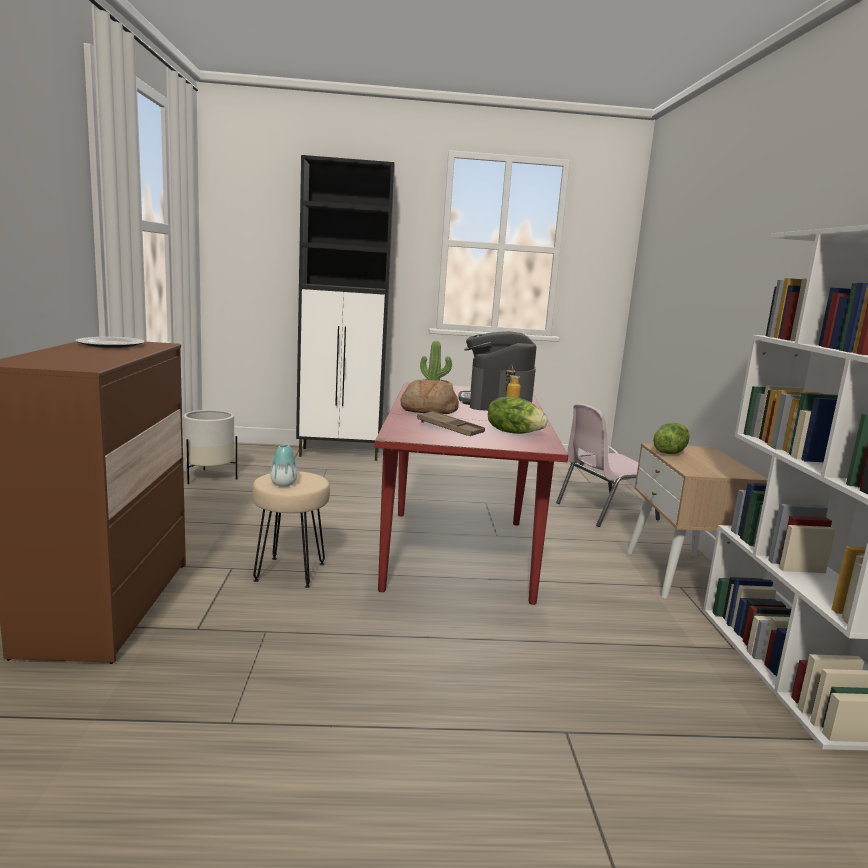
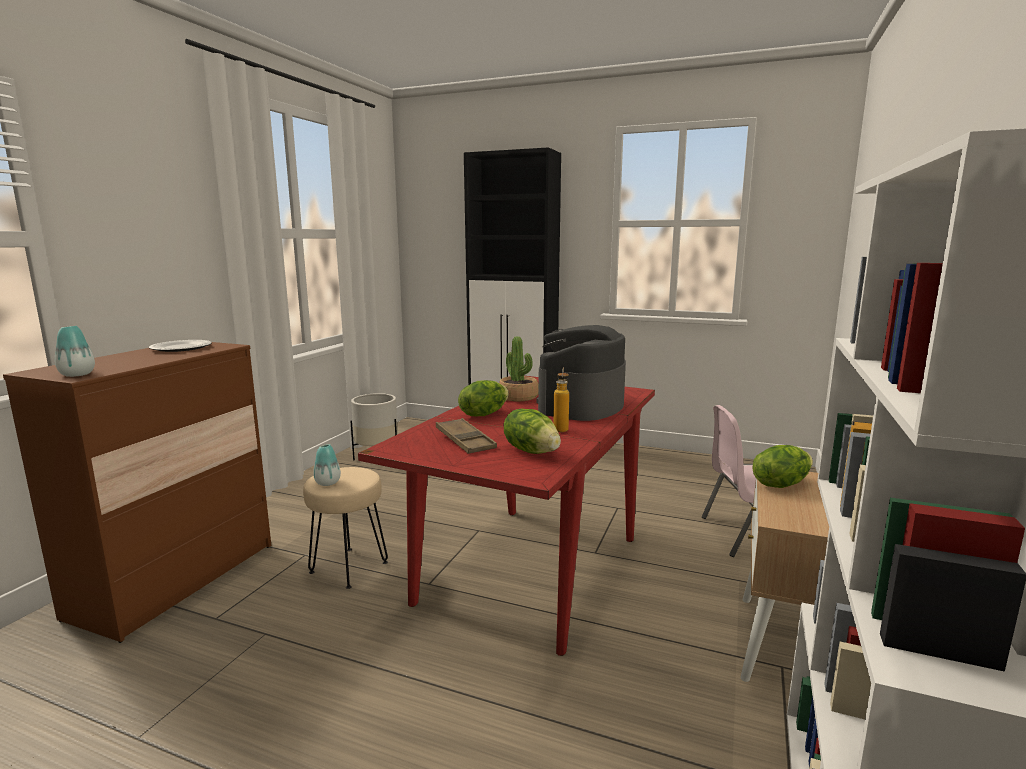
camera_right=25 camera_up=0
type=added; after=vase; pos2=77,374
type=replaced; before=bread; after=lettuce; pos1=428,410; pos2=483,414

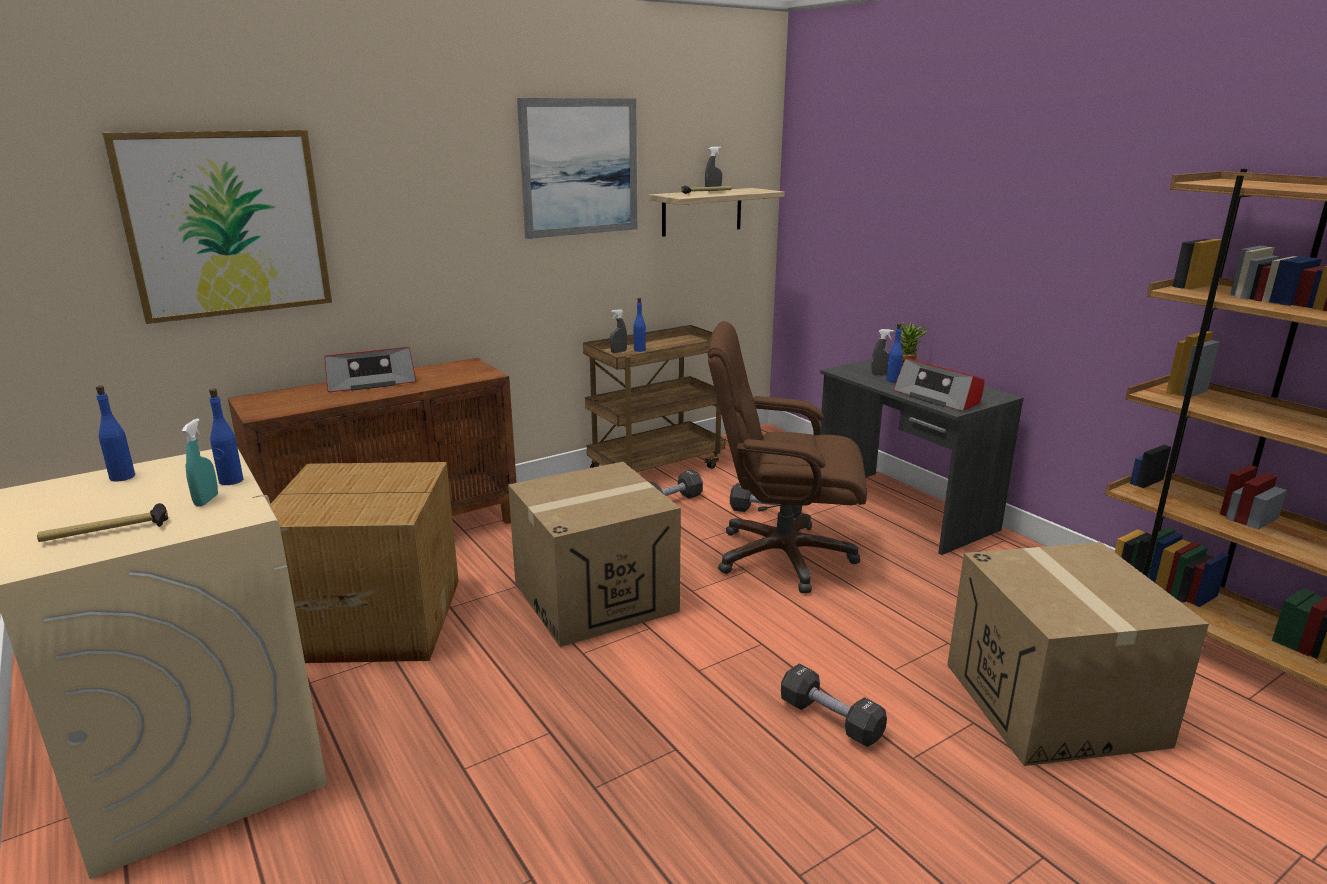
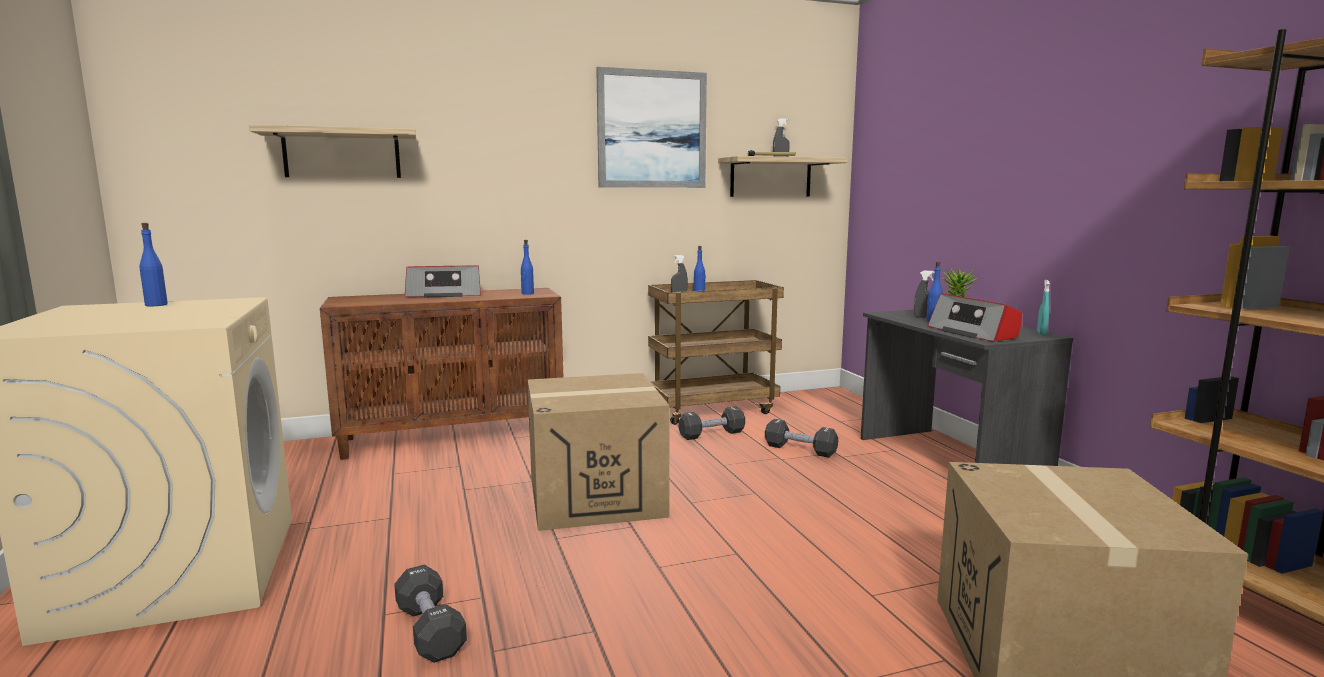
camera_right=15 camera_up=-10
type=replaced; before=picture; after=shelf; pos1=226,224; pos2=342,154
type=moved; before=dumbbell (black); pos1=830,720; pos2=430,630
type=moved; before=bottle (blue); pos1=231,481; pos2=527,293
type=moved; before=spray bottle (turquoise); pos1=206,500; pos2=1041,333
type=removed; before=hammer; pos1=106,532
type=removed; before=cardboard box; pos1=372,618
type=removed; before=office chair (brown); pos1=781,556

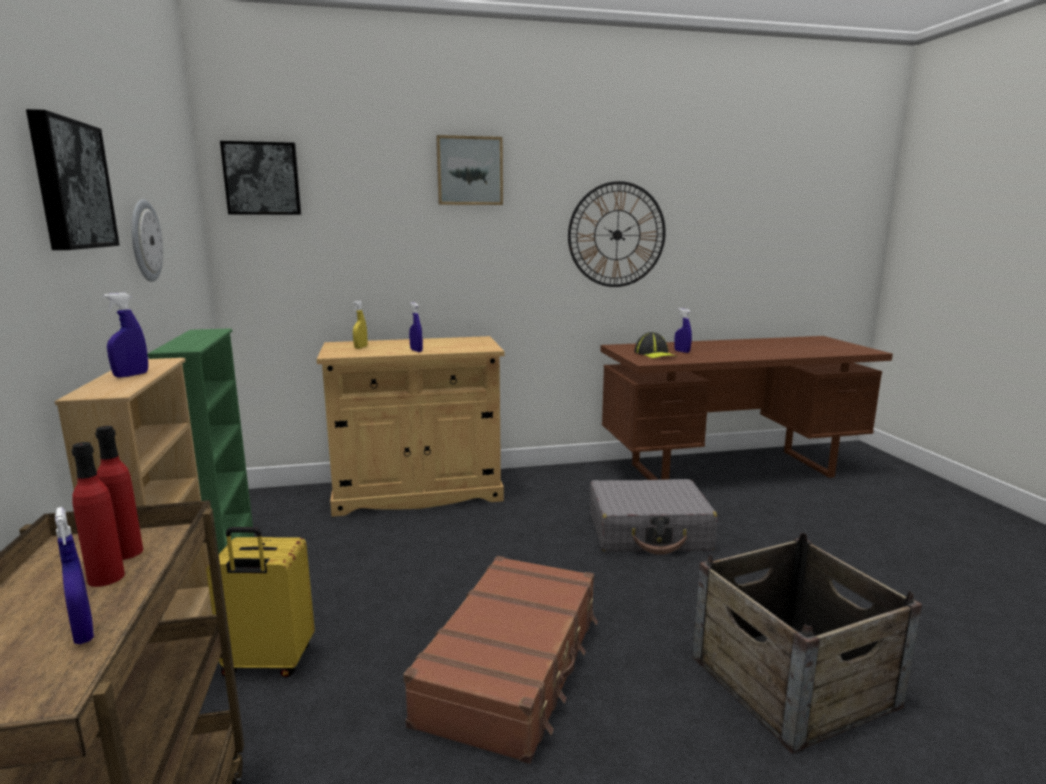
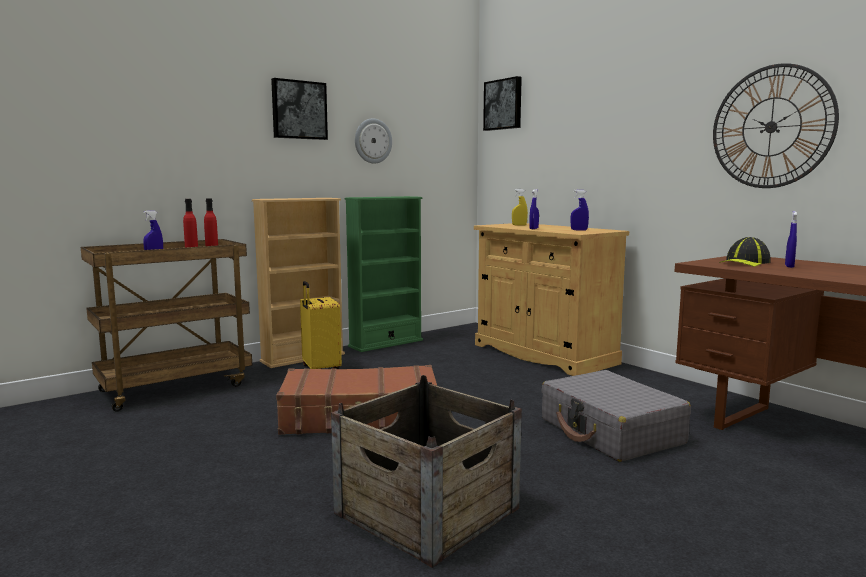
camera_right=65 camera_up=-5
type=moved; before=spray bottle (blue); pos1=131,375; pos2=579,230
type=removed; before=picture; pos1=469,171

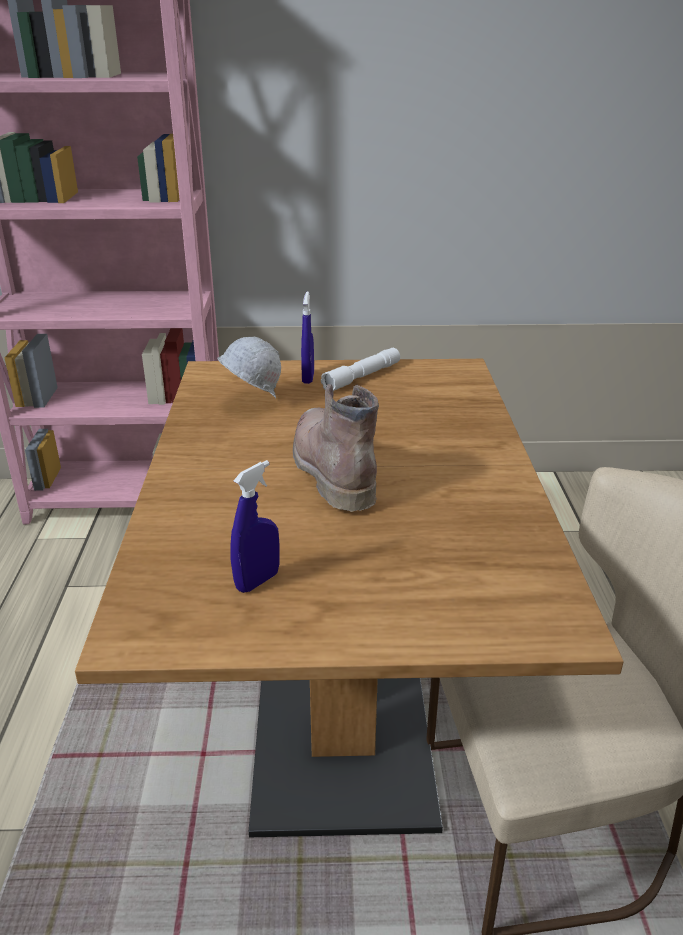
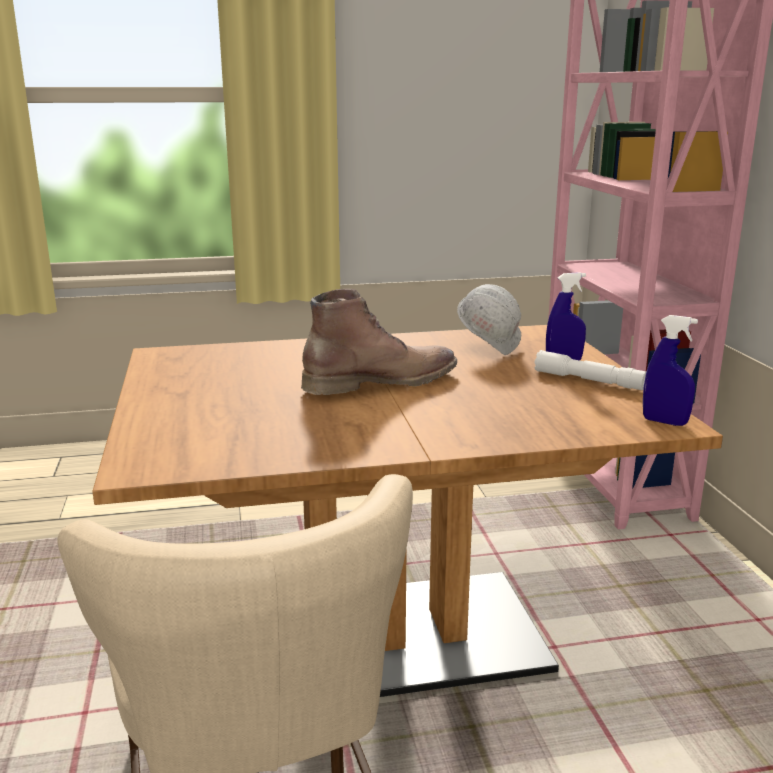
camera_right=80 camera_up=-10
type=moved; before=spray bottle (blue); pos1=257,581; pos2=664,422

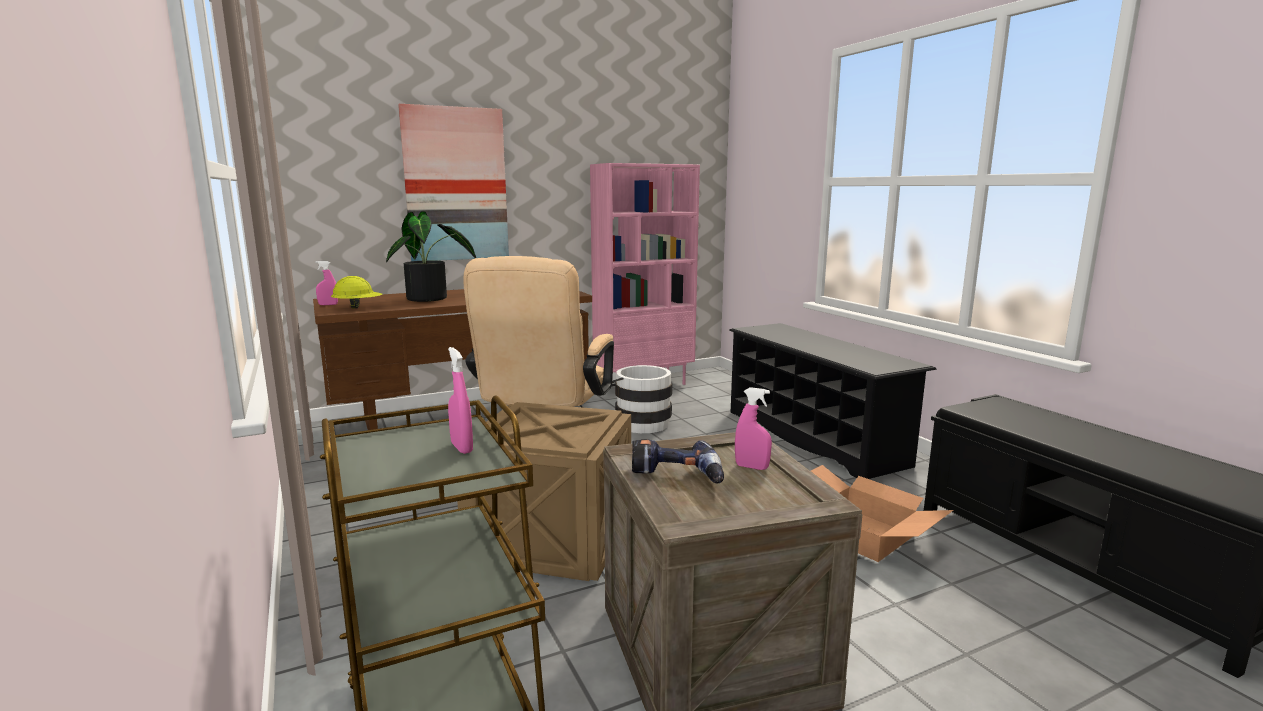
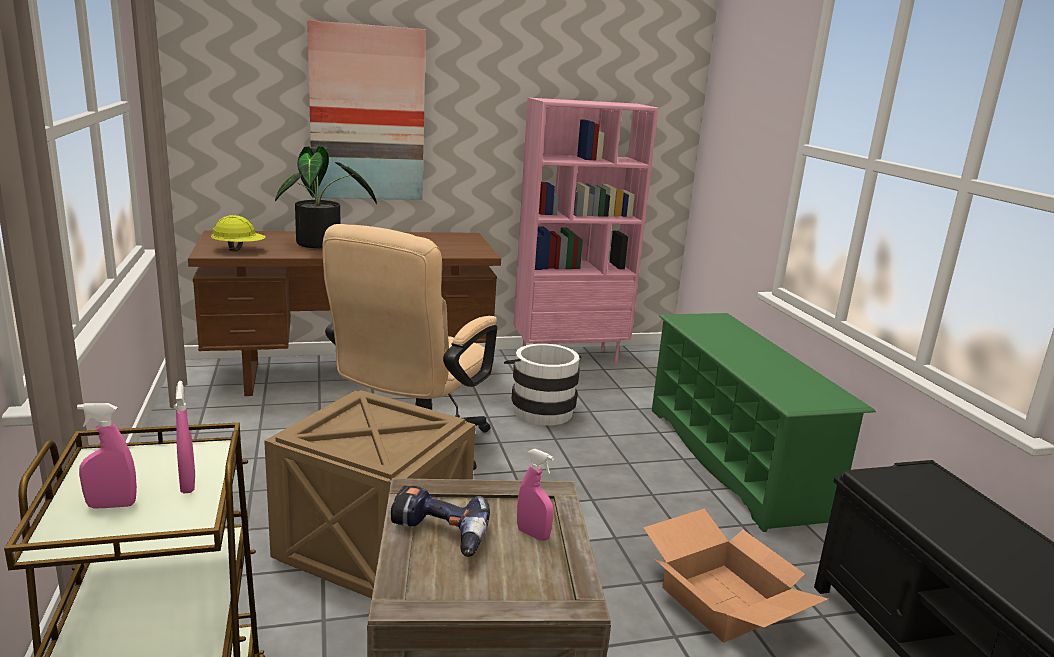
camera_right=10 camera_up=5
type=moved; before=spray bottle (pink); pos1=328,305; pos2=111,505
type=recoloured; before=shoe rack (black); after=shoe rack (green); pos1=814,437; pos2=734,460

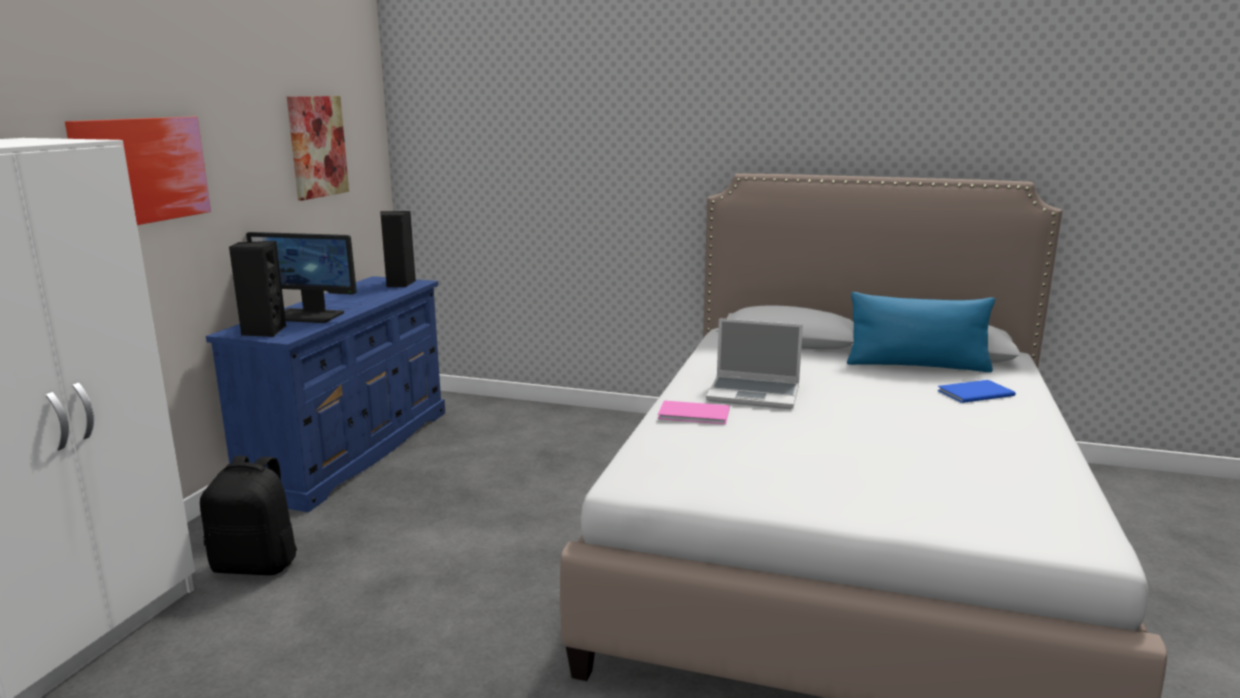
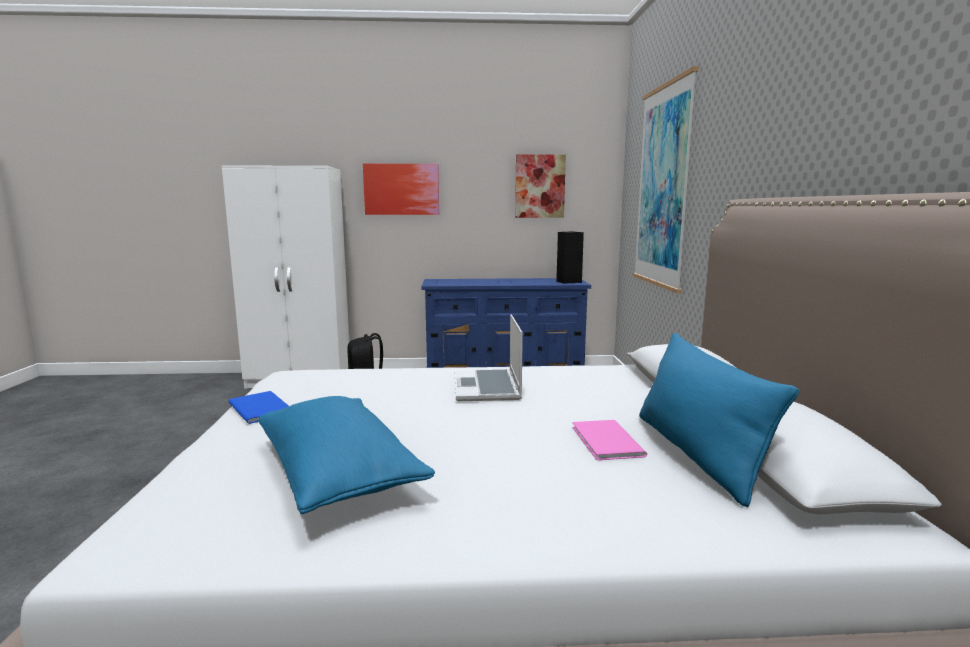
camera_right=70 camera_up=-5
type=moved; before=book (blue); pos1=972,393; pos2=261,407
type=added; after=pillow (blue); pos2=338,474
type=moved; before=book (pink); pos1=695,414; pos2=605,442
type=added; after=picture; pos2=663,187
type=removed; before=speaker (black); pos1=263,331
type=removed; before=monitor; pos1=307,316

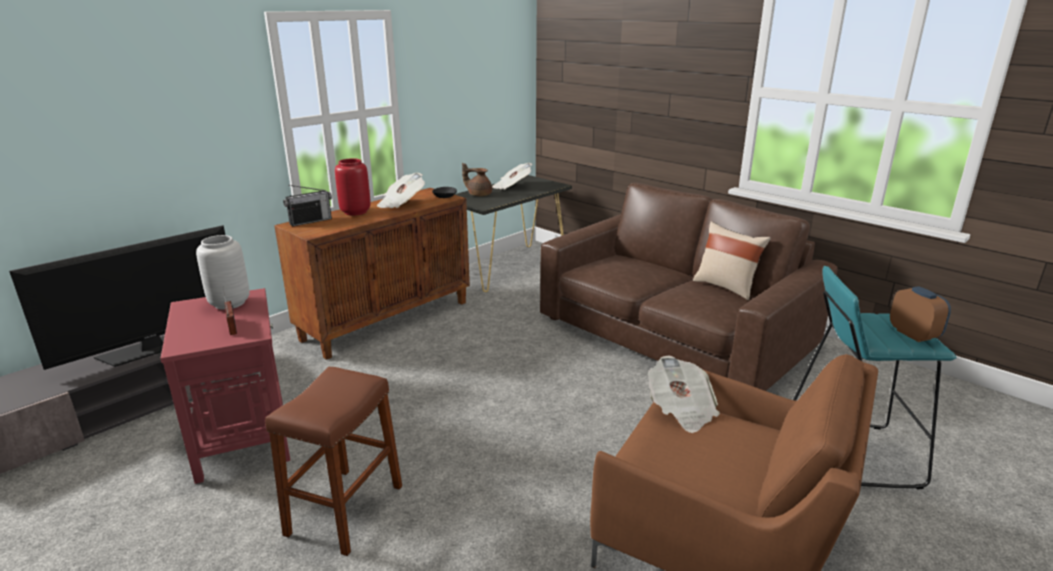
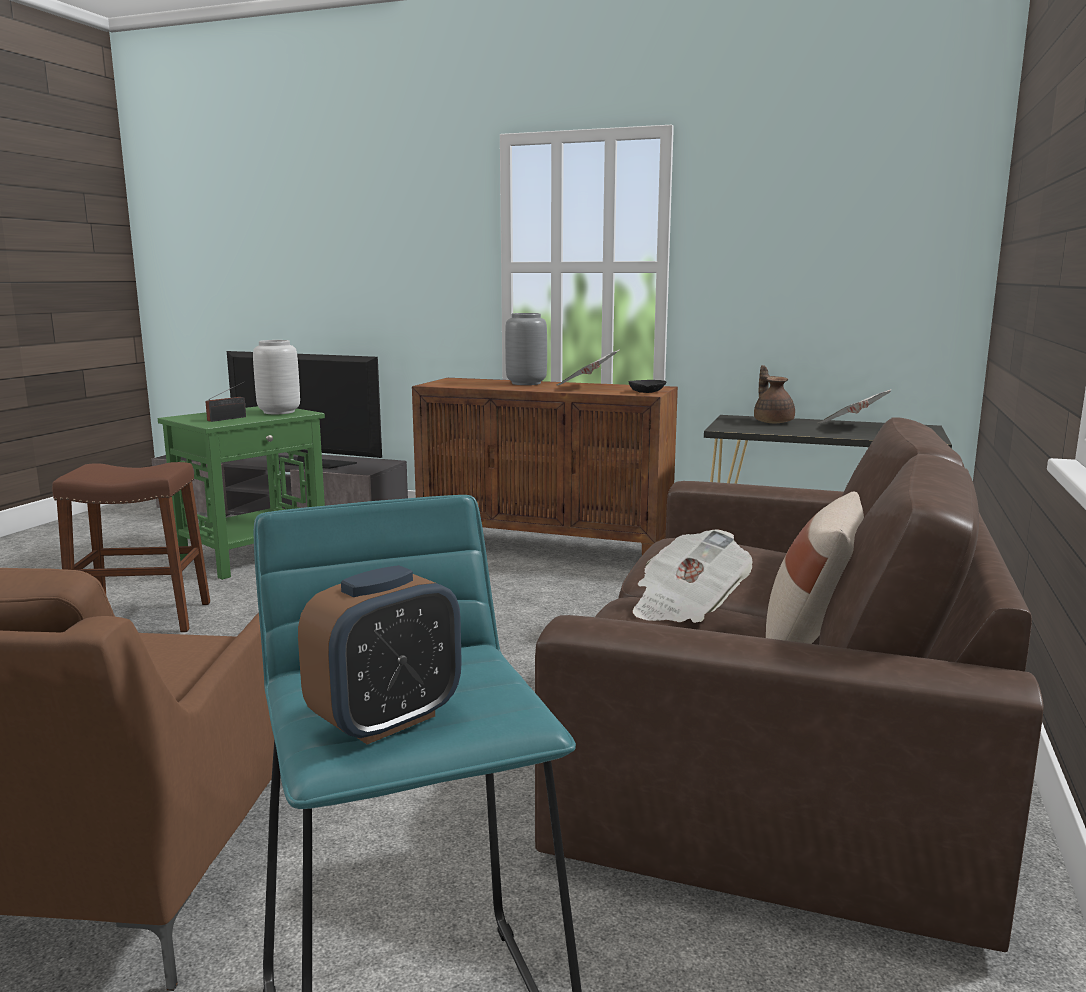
camera_right=65 camera_up=-10
type=recoloured; before=side table (red); after=side table (green); pos1=244,438; pos2=253,556
type=recoloured; before=vase (red); after=vase (grey); pos1=355,212; pos2=525,383
type=moved; before=newspaper; pos1=681,410; pos2=686,607
type=removed; before=radio; pos1=310,221

